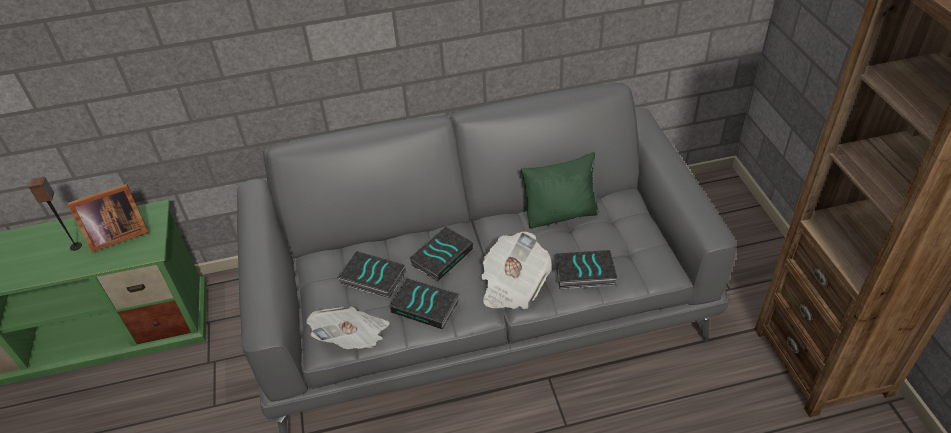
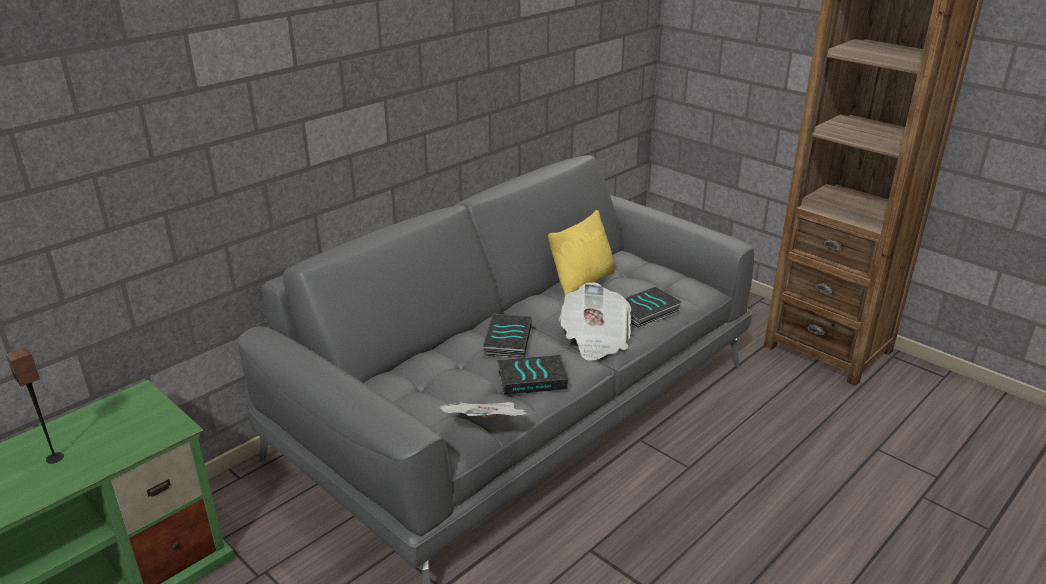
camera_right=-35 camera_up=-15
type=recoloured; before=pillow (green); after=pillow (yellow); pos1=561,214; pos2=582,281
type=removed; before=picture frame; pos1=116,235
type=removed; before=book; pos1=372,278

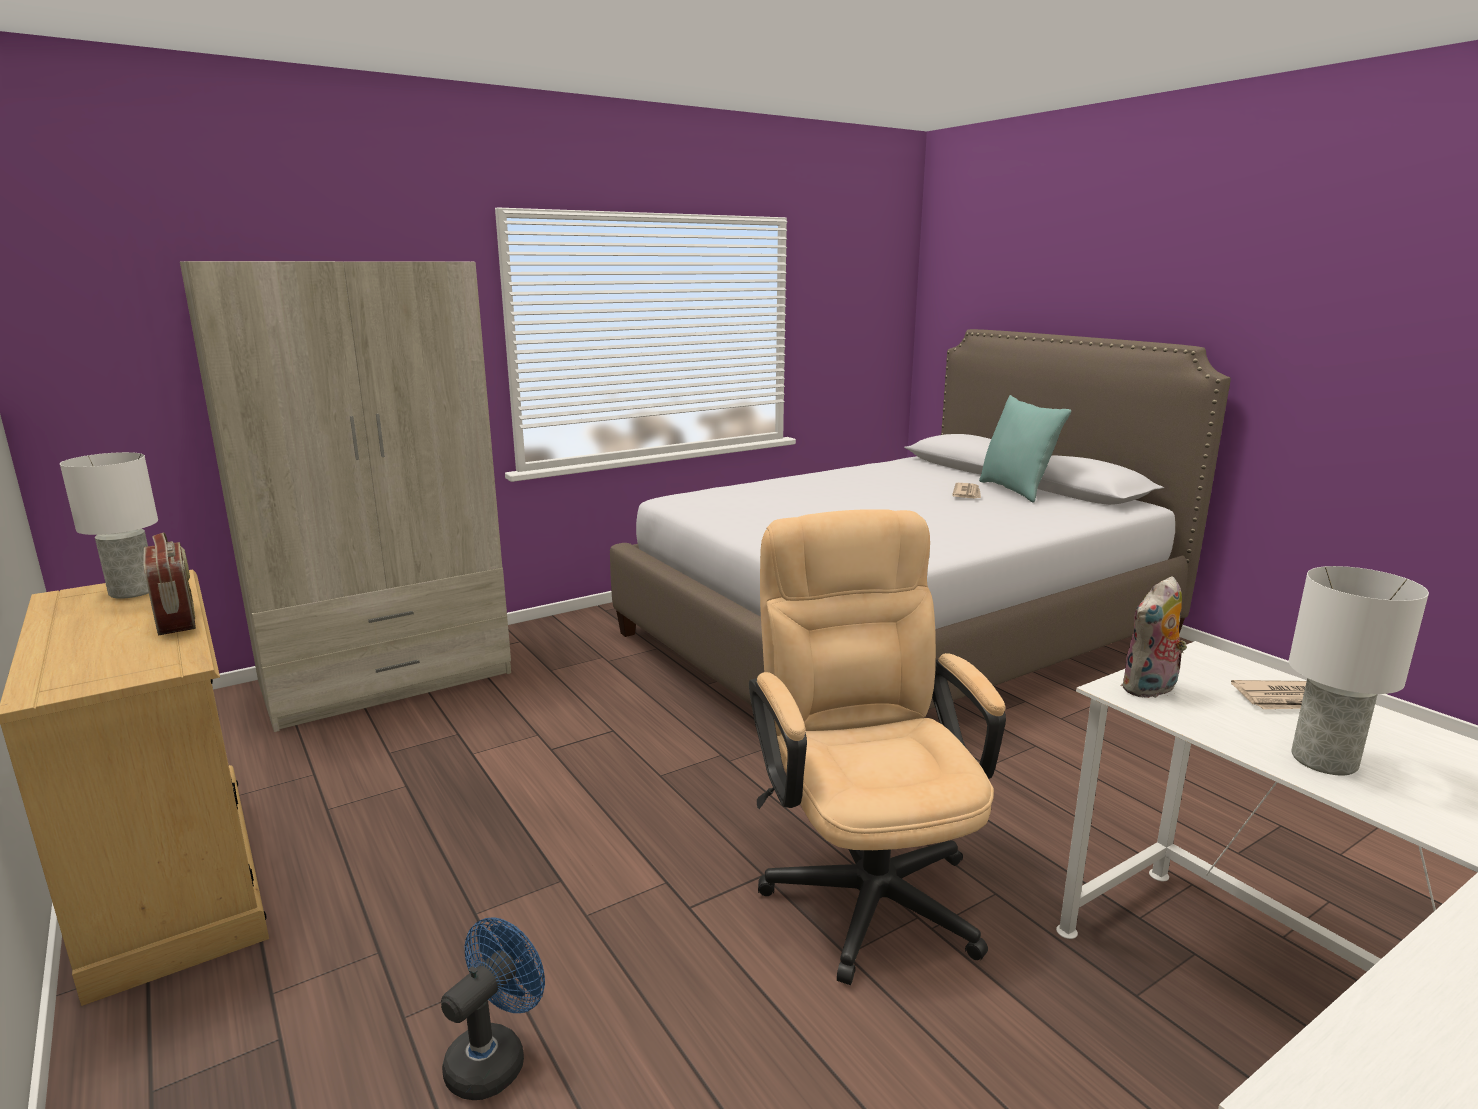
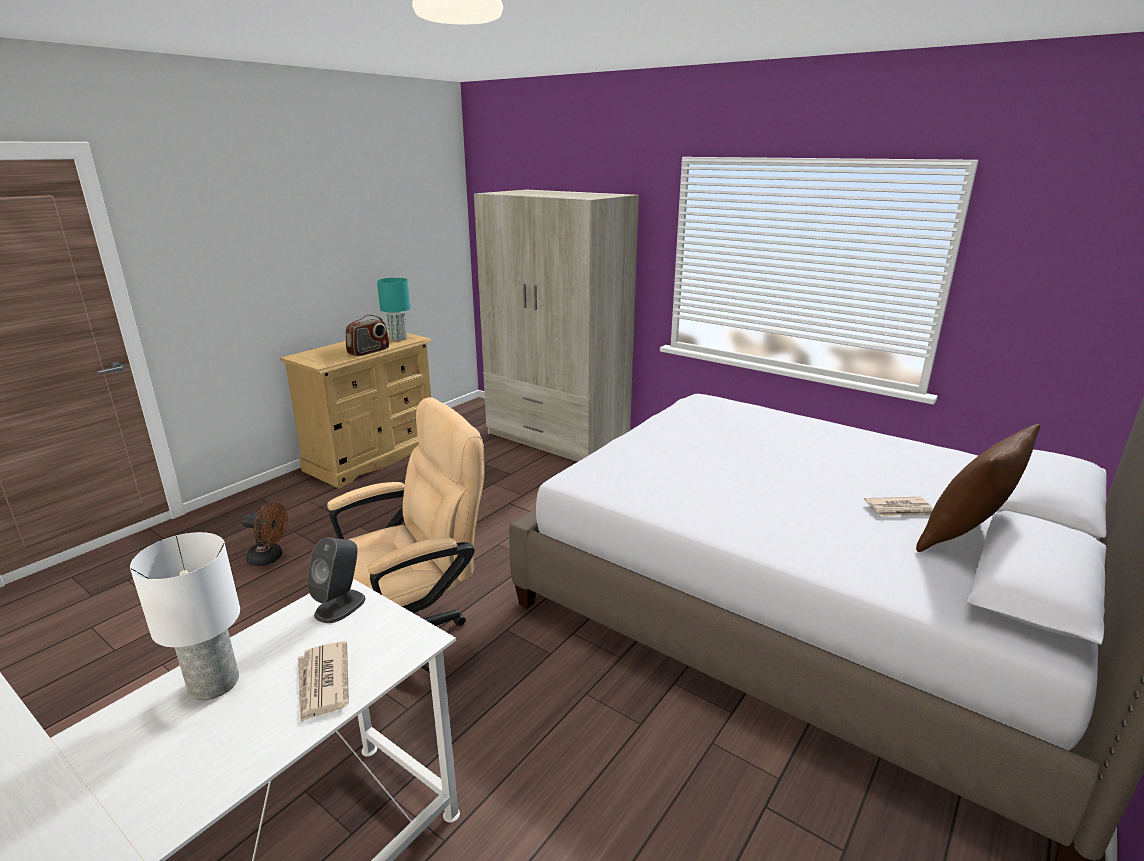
camera_right=70 camera_up=5
type=recoloured; before=fan (blue); after=fan (brown); pos1=494,1057; pos2=270,558
type=replaced; before=plush toy; after=speaker (grey); pos1=1150,690; pos2=340,606
type=recoloured; before=table lamp (white); after=table lamp (turquoise); pos1=131,591; pos2=398,338
type=recoloured; before=pillow (turquoise); after=pillow (brown); pos1=1016,491; pos2=964,539

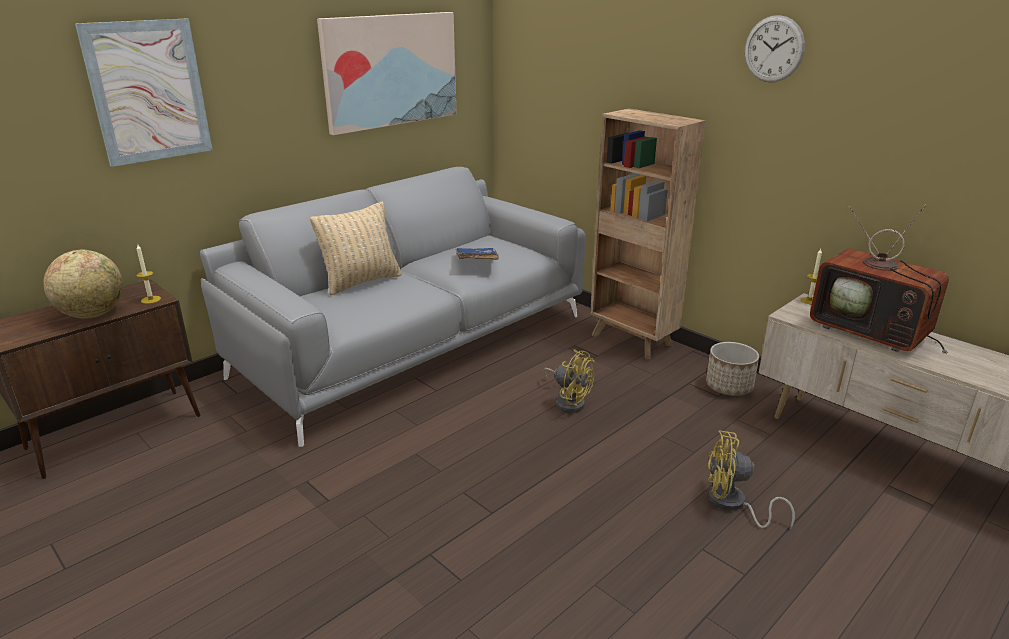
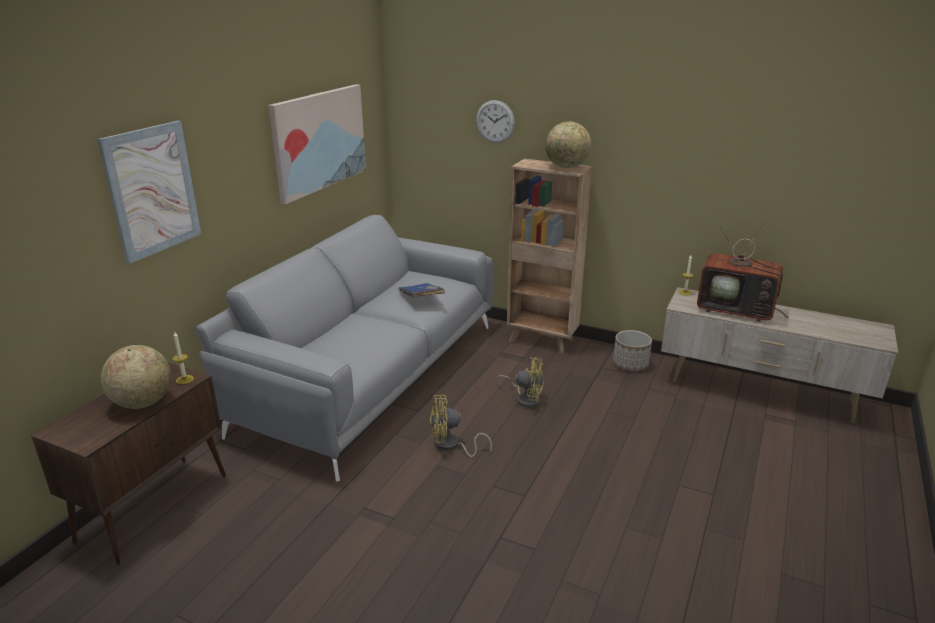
camera_right=-20 camera_up=0
type=moved; before=fan (yellow); pos1=733,505; pos2=451,446
type=moved; before=wall clock; pos1=774,49; pos2=495,121
type=added; after=globe; pos2=566,167
type=removed; before=pillow (beige); pos1=361,282

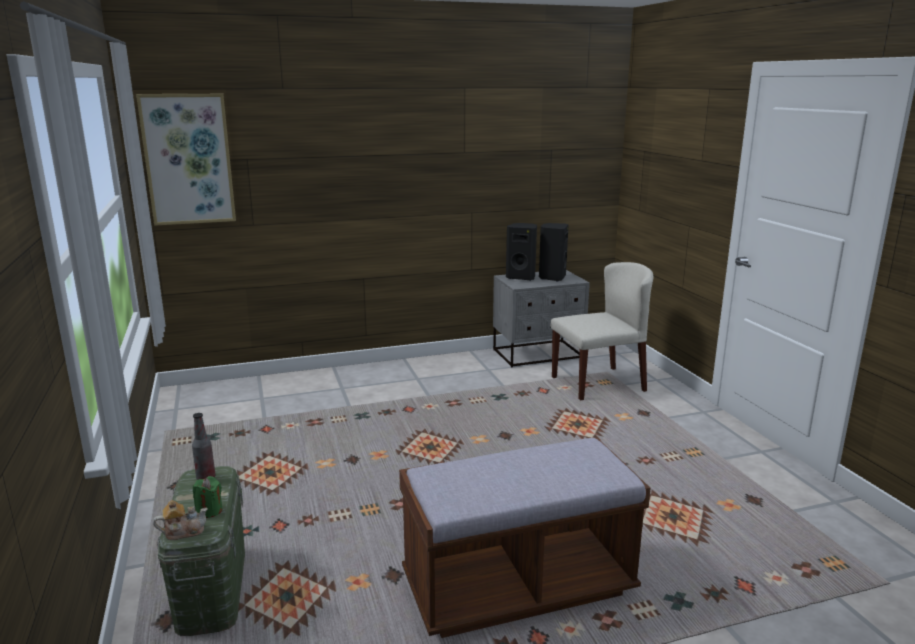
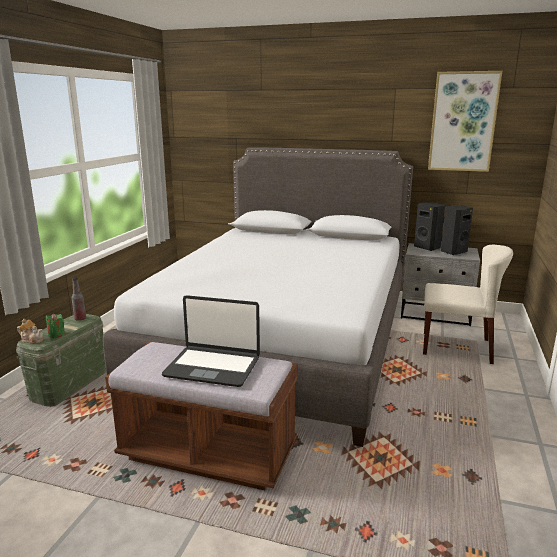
camera_right=35 camera_up=0
type=added; after=bed (grey); pos2=283,342
type=added; after=laptop; pos2=213,367
type=moved; before=picture; pos1=188,159; pos2=463,122

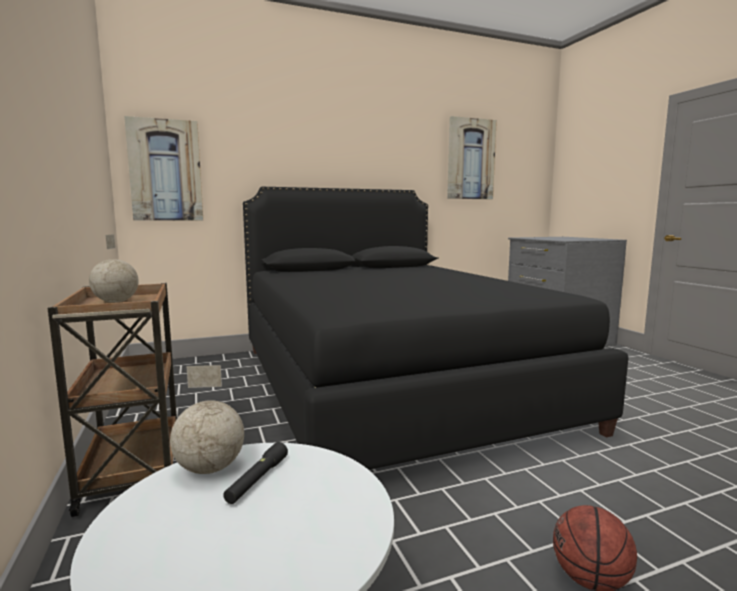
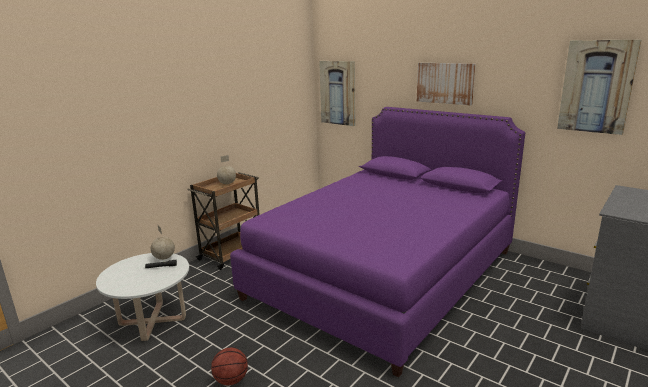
camera_right=60 camera_up=10
type=recoloured; before=bed (black); after=bed (purple); pos1=389,384; pos2=383,274
type=added; after=picture; pos2=445,83

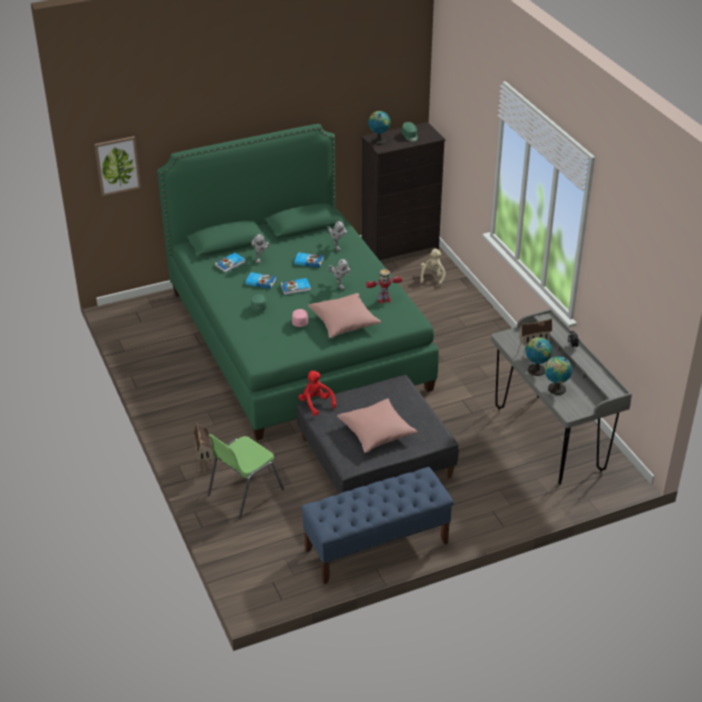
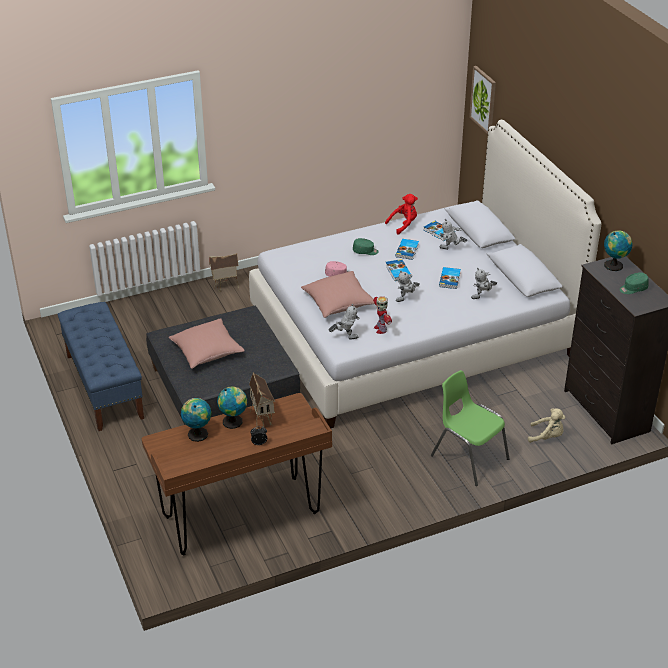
camera_right=90 camera_up=0
type=recoloured; before=desk (grey); after=desk (brown); pos1=549,438; pos2=241,516
type=recoloured; before=bed (green); after=bed (white); pos1=296,339; pos2=413,334
type=added; after=toy robot; pos2=345,337
type=moved; before=plush toy (red); pos1=316,403; pos2=403,225
type=moved; before=chair (green); pos1=244,492; pos2=468,457

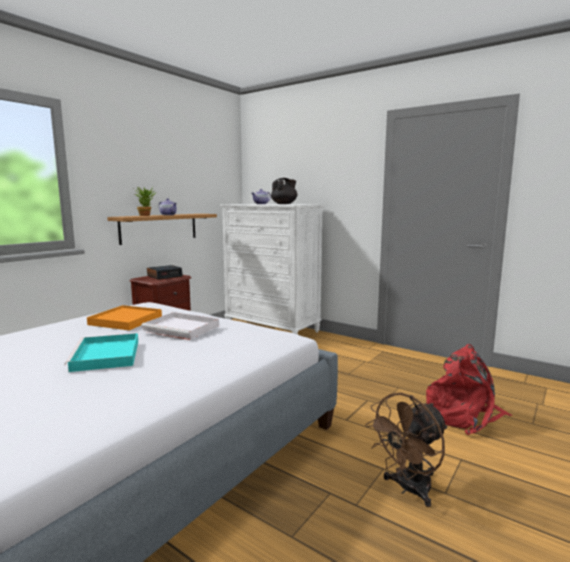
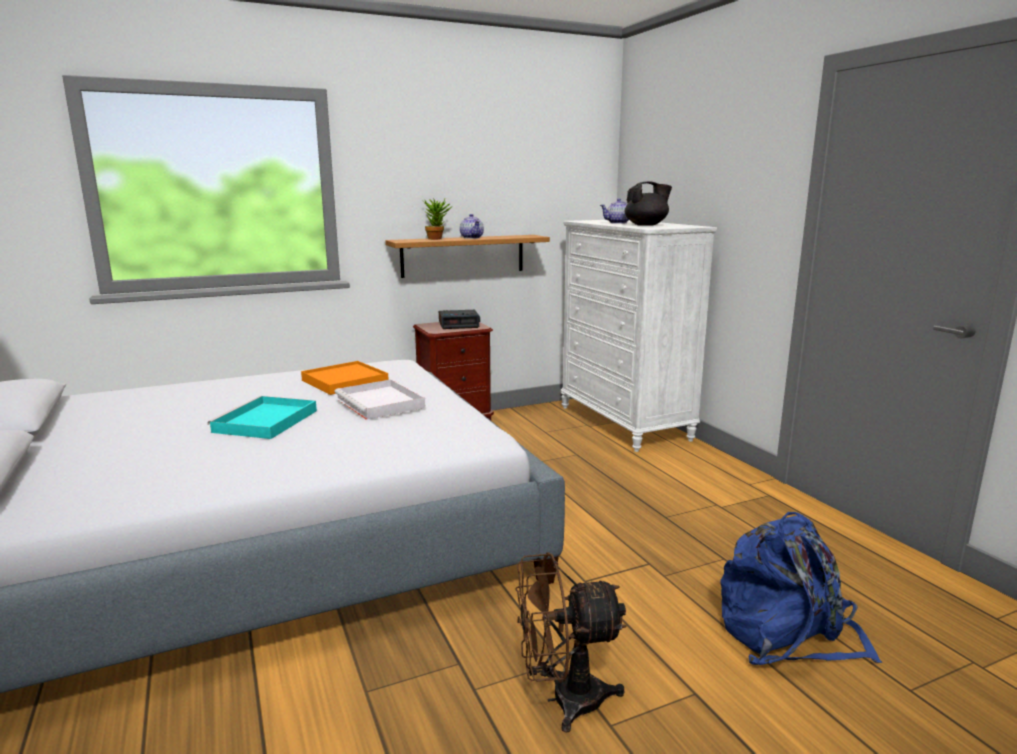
camera_right=30 camera_up=5
type=recoloured; before=backpack (red); after=backpack (blue); pos1=464,415; pos2=787,634

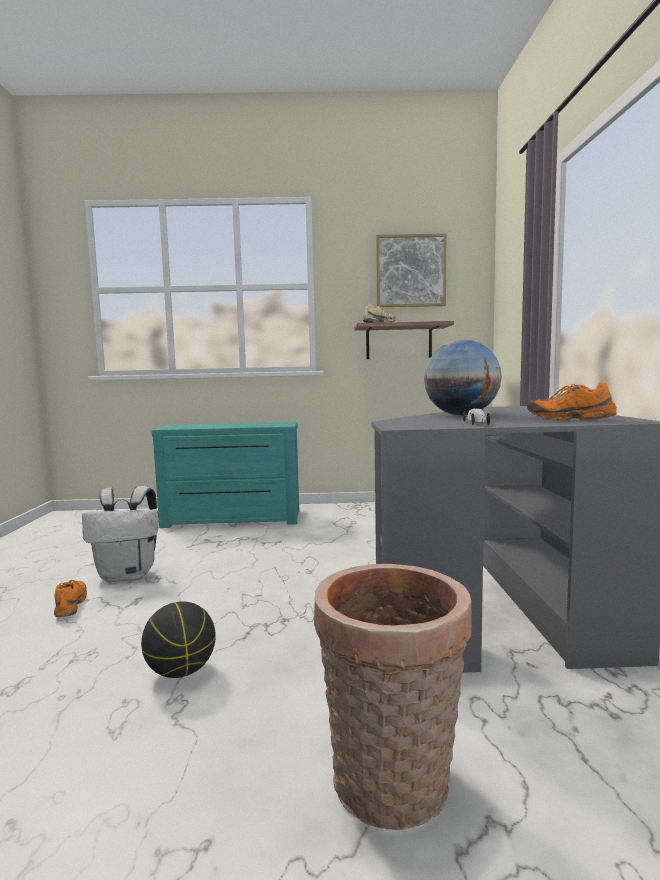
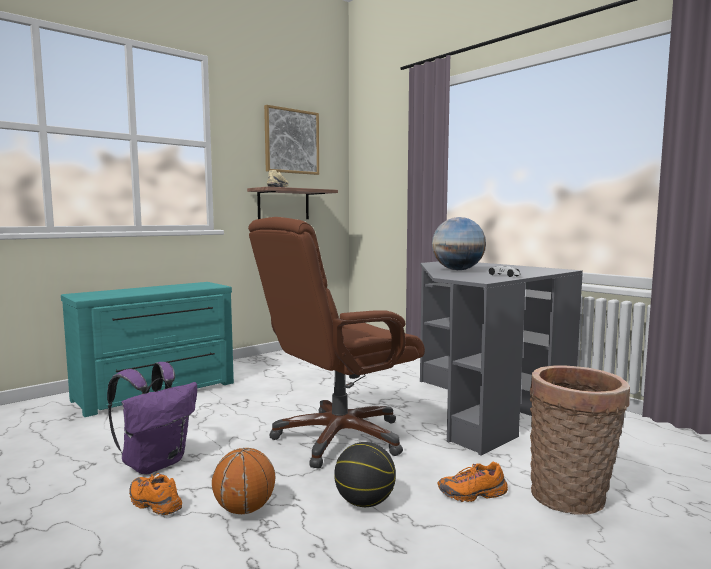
camera_right=-40 camera_up=0
type=recoloured; before=backpack (white); after=backpack (purple); pos1=128,575; pos2=155,463
type=added; after=basketball; pos2=244,509
type=added; after=office chair (brown); pos2=339,438
type=moved; before=shoe (orange); pos1=569,419; pos2=472,494

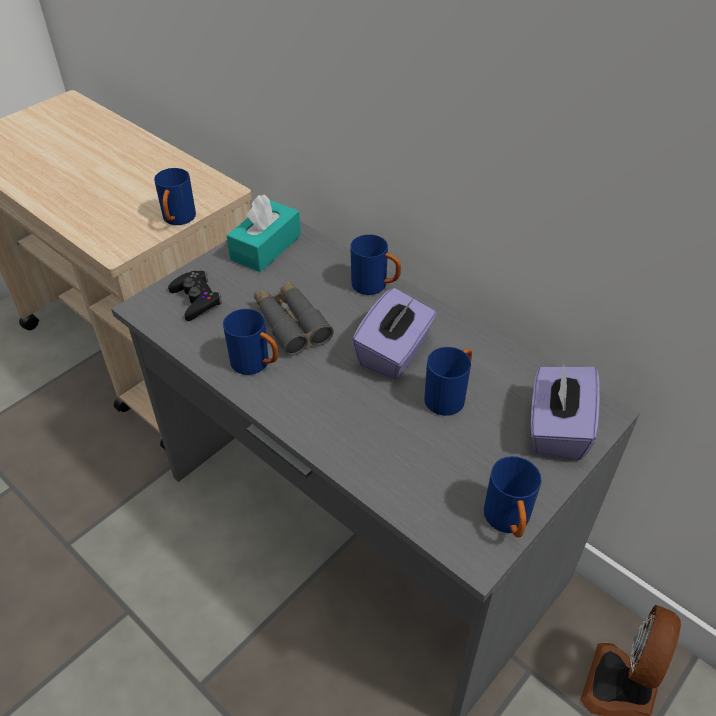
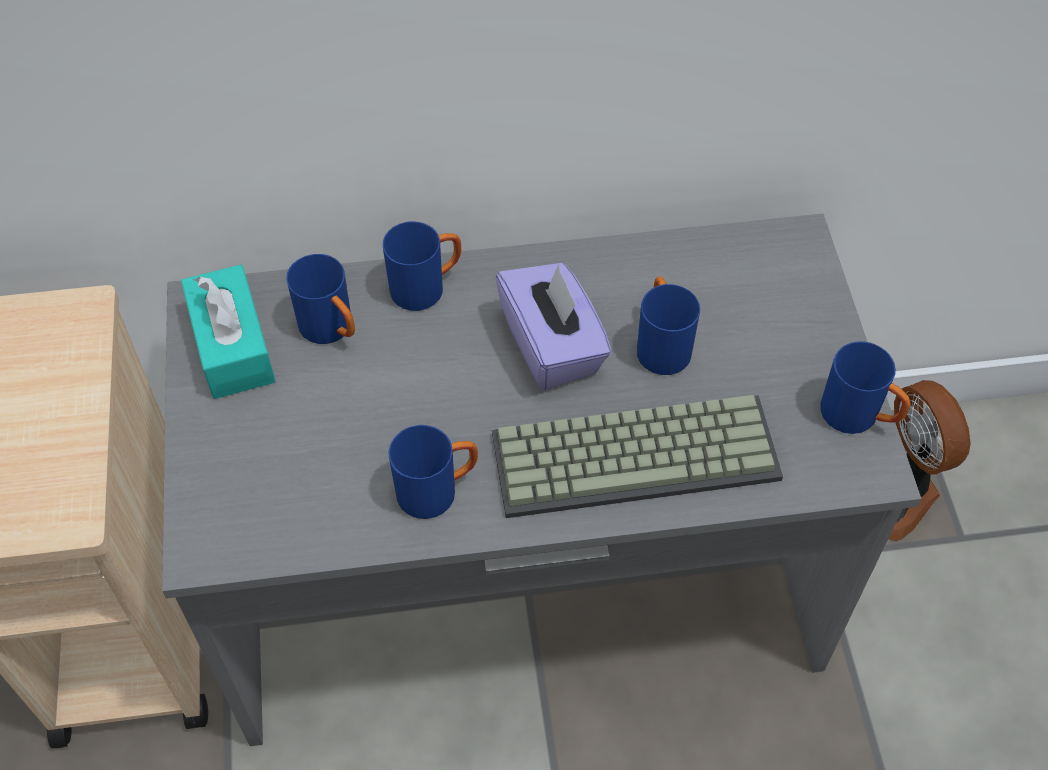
camera_right=-50 camera_up=10
type=moved; before=mug (blue); pos1=177,220; pos2=332,330
type=added; after=keyboard; pos2=637,452
type=removed; before=game controller (black); pos1=196,299
type=removed; before=binoculars (grey); pos1=291,323
type=removed; before=tissue box (purple); pos1=556,429

